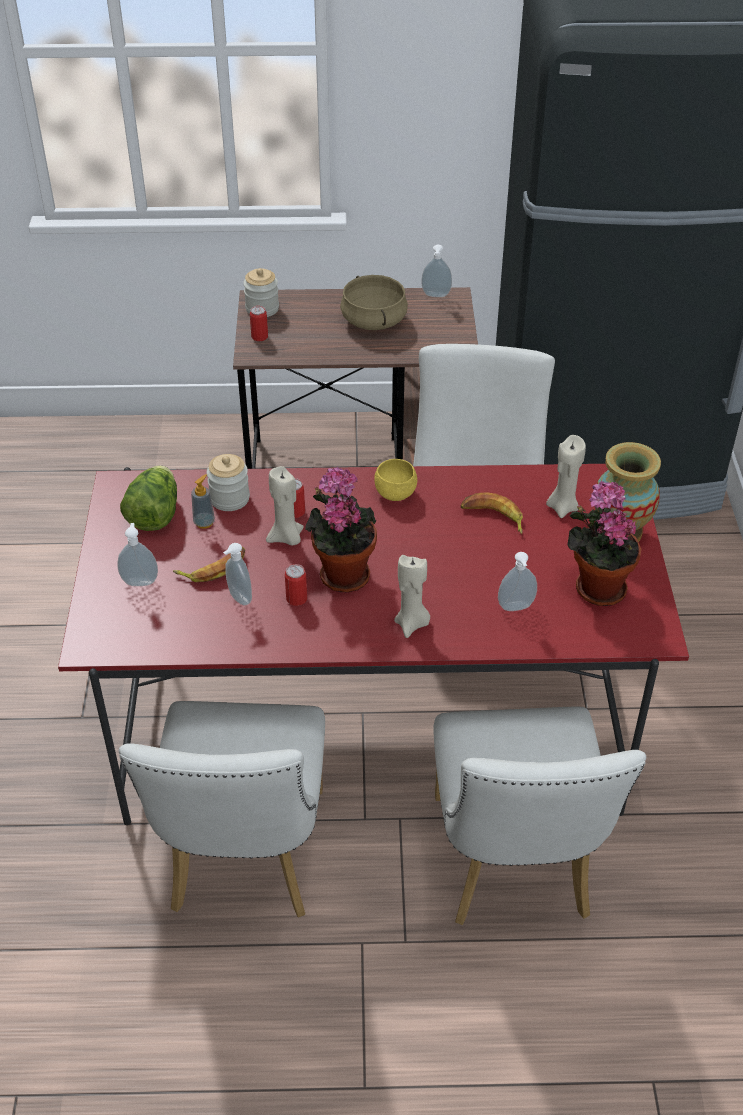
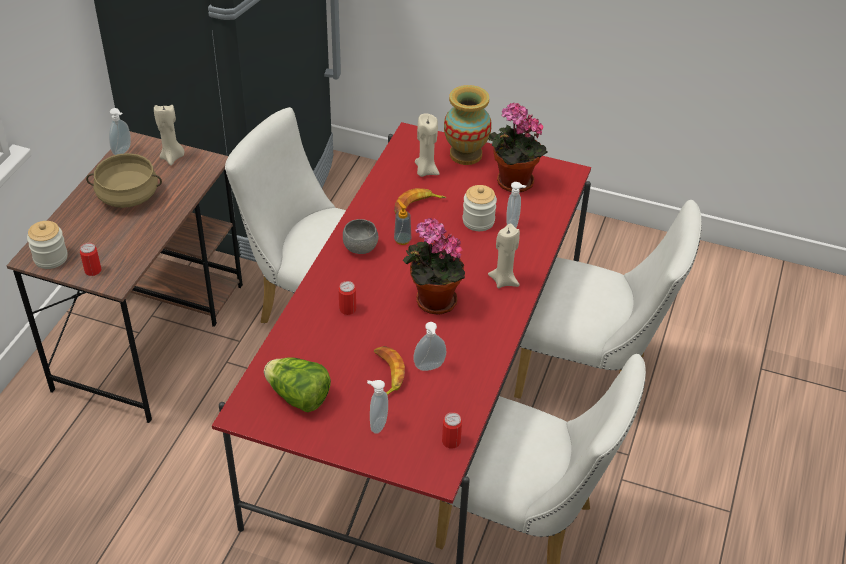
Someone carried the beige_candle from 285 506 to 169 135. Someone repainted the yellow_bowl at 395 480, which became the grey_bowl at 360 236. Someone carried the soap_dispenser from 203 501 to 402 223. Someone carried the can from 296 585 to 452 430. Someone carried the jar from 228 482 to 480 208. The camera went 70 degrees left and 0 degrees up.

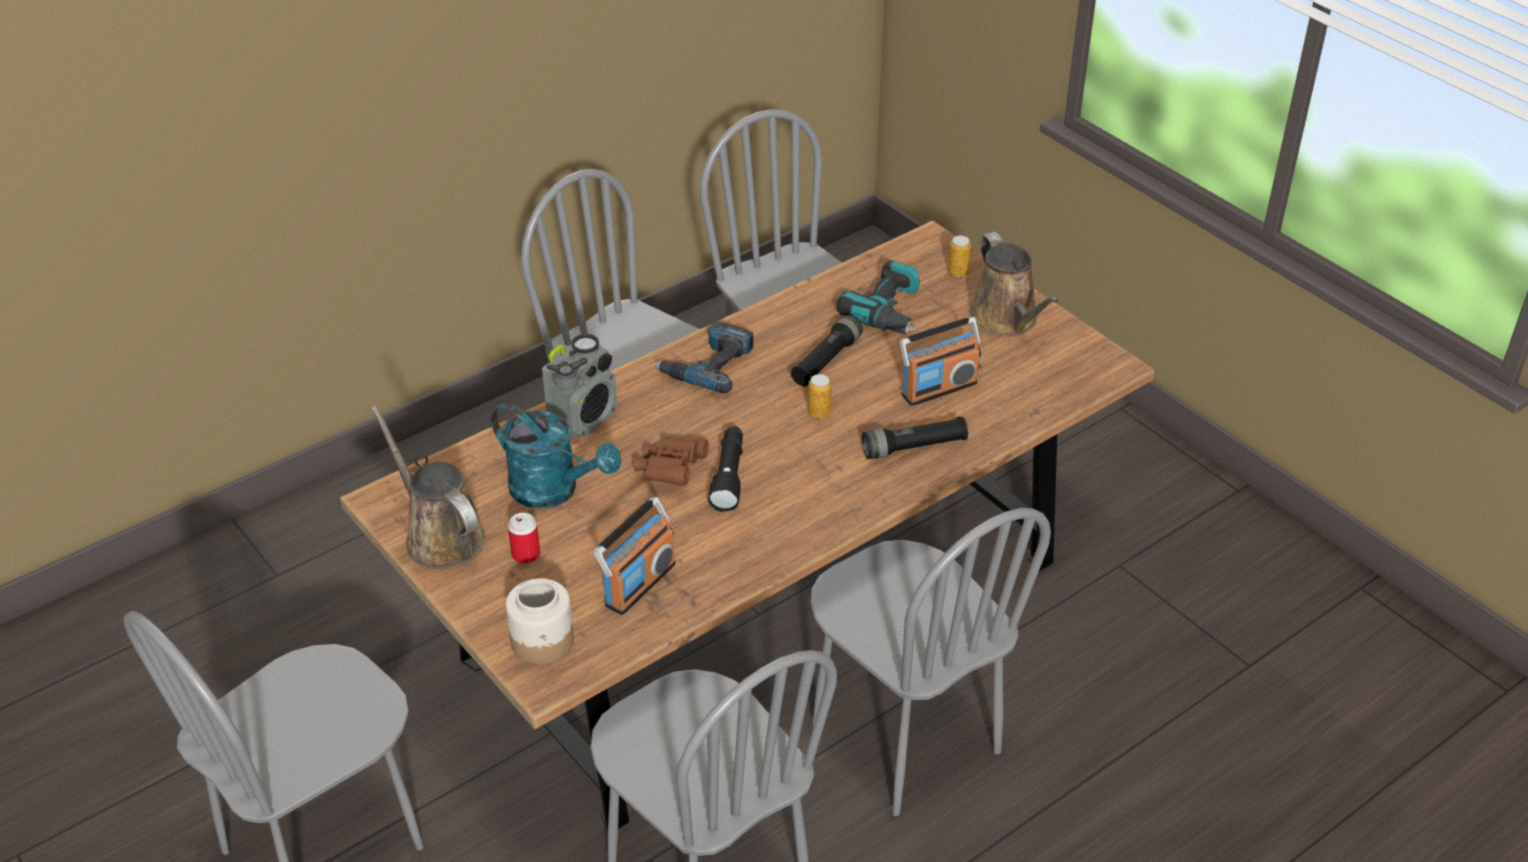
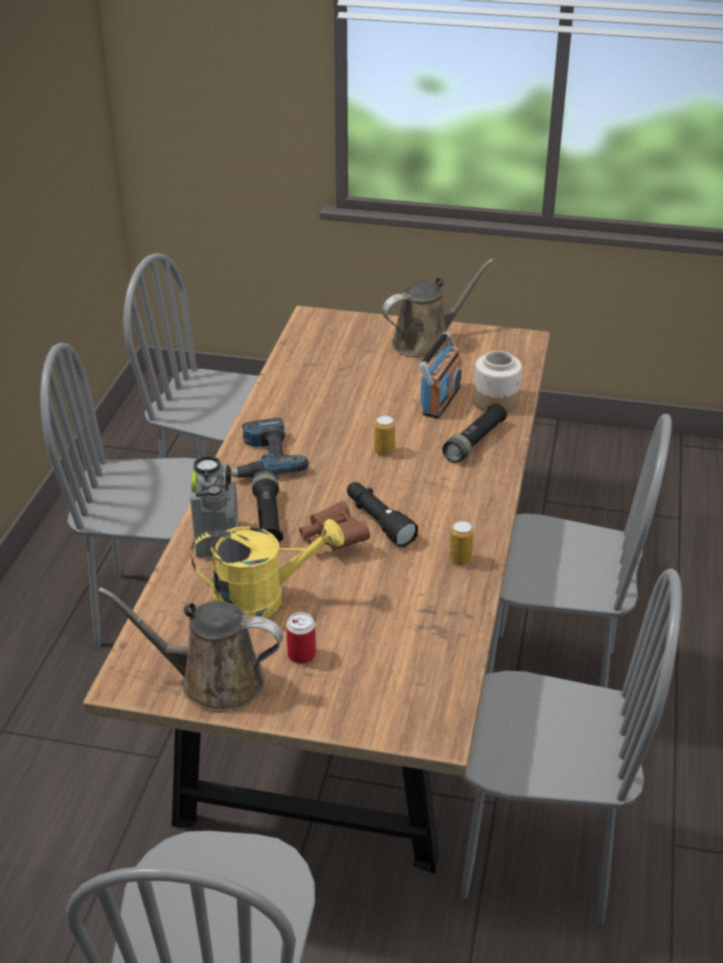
Someone repainted the turquoise_watering_can at 556 455, which became the yellow_watering_can at 267 568. Someone carried the black_flashlight from 827 350 to 267 506. Someone rotated the brown_watering_can at 1014 284 by 60 degrees counterclockwise. Someone carried the can from 959 256 to 461 543. Someone carried the jar from 540 621 to 497 381. Someone took away the radio at 635 556. Someone took away the power_drill at 878 297. The camera went 40 degrees left and 5 degrees down.

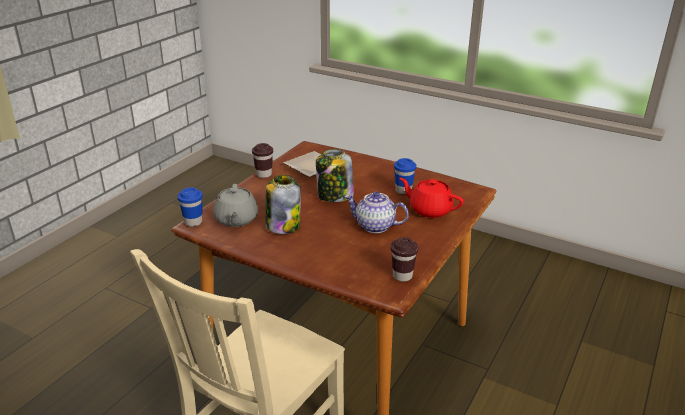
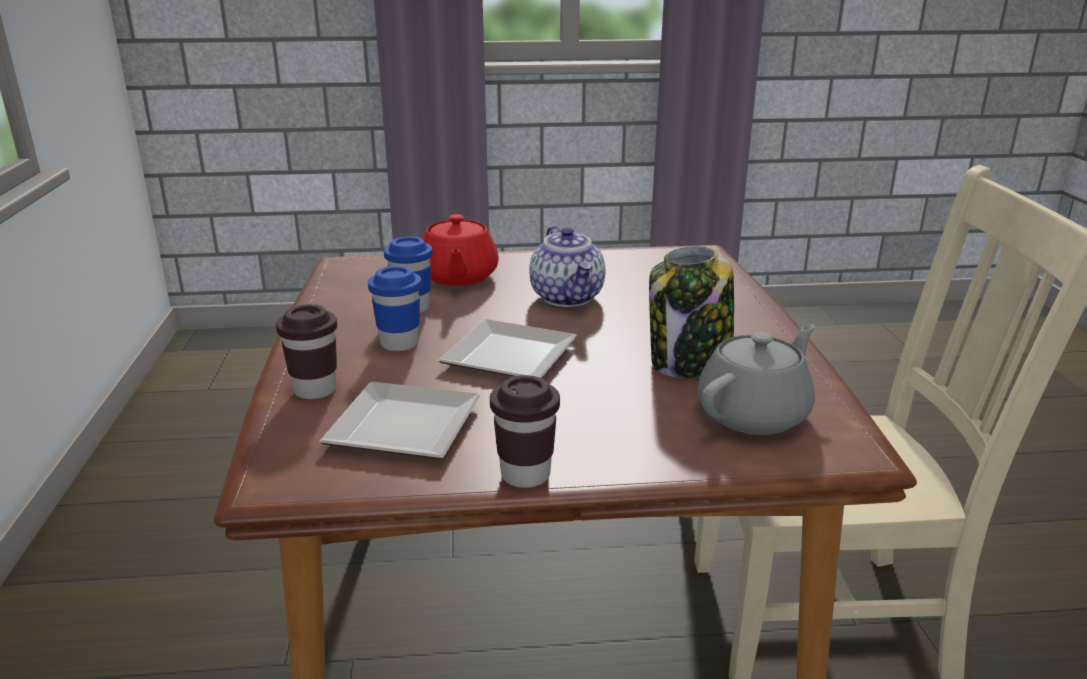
Someone carried the brown_cup from 404 259 to 306 351. Someone carried the blue_cup from 190 207 to 395 308. Someone swapped the jar at 335 175 for the plate at 508 348. The camera went 125 degrees left and 5 degrees down.

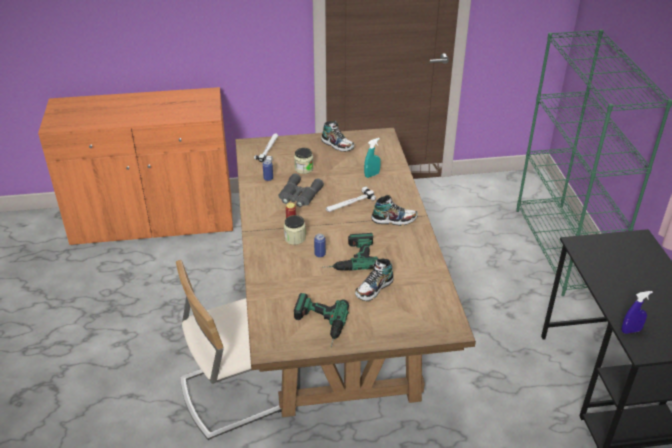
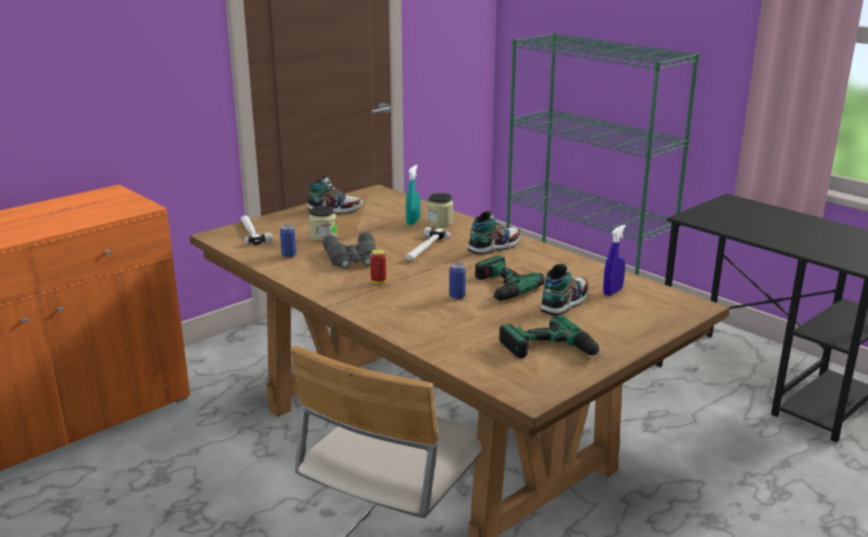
Someone carried the jar from 295 230 to 440 210. Someone rotated the shoe at 374 280 by 150 degrees counterclockwise. Someone carried the blue_spray_bottle from 637 312 to 614 260. The camera went 35 degrees left and 15 degrees down.

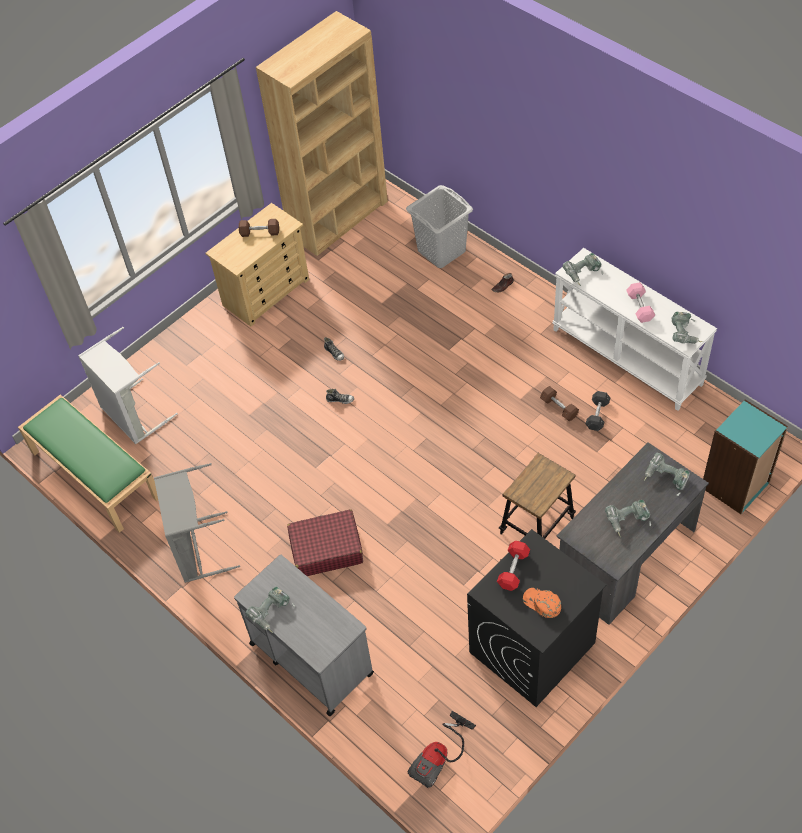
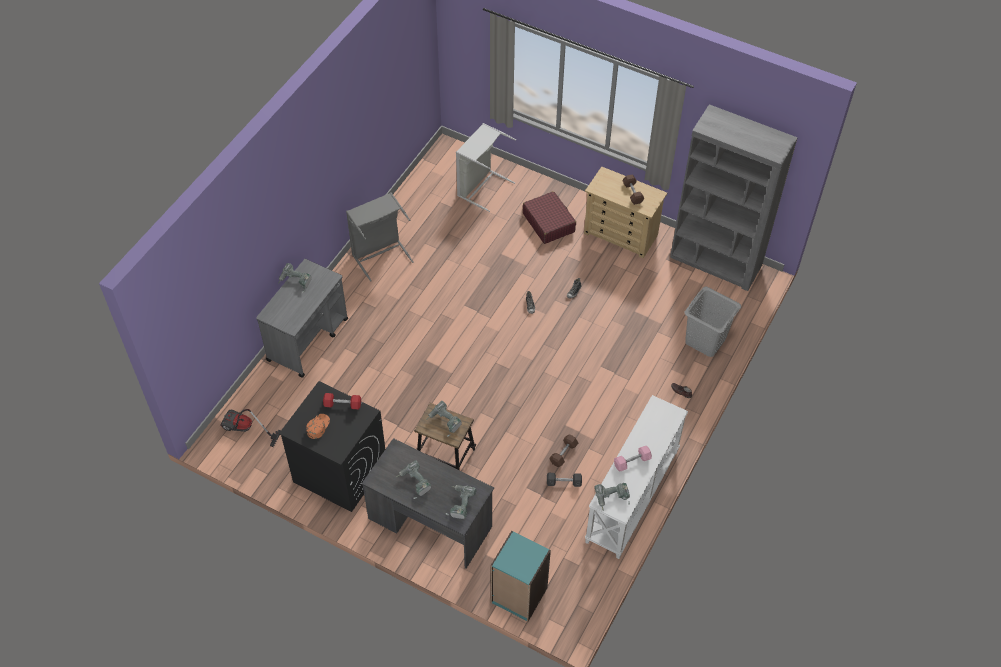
Someone carried the power_drill from 583 269 to 444 419. Someone carried the red_suitcase from 325 542 to 549 217. Someone repainted the brown_bookcase at 322 133, which became the grey_bookcase at 734 197. Someone took away the green_bench at 88 463. The camera went 70 degrees right and 0 degrees up.

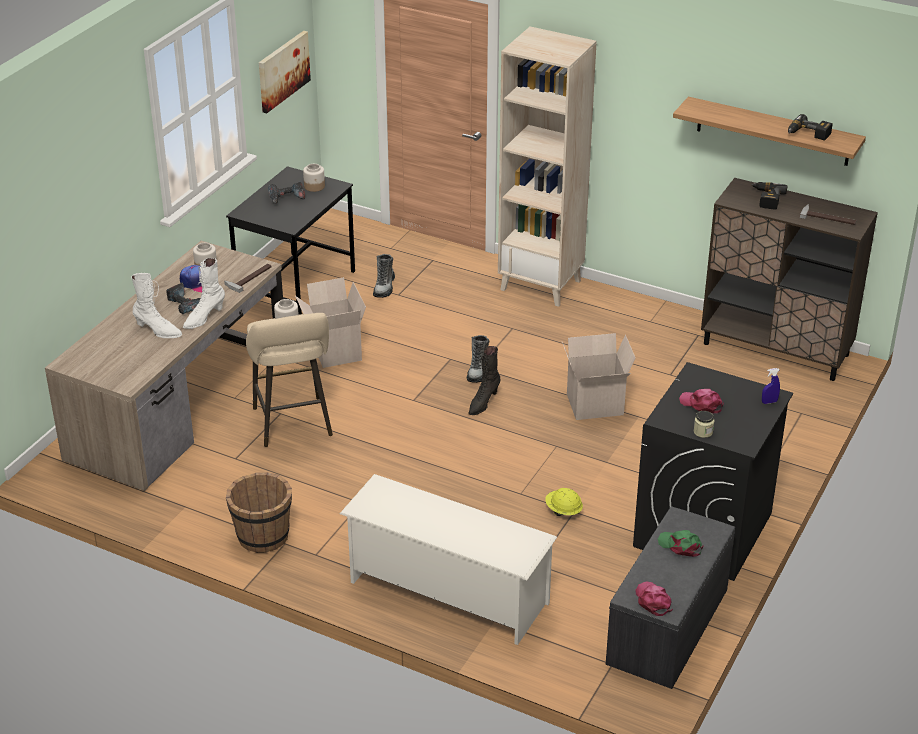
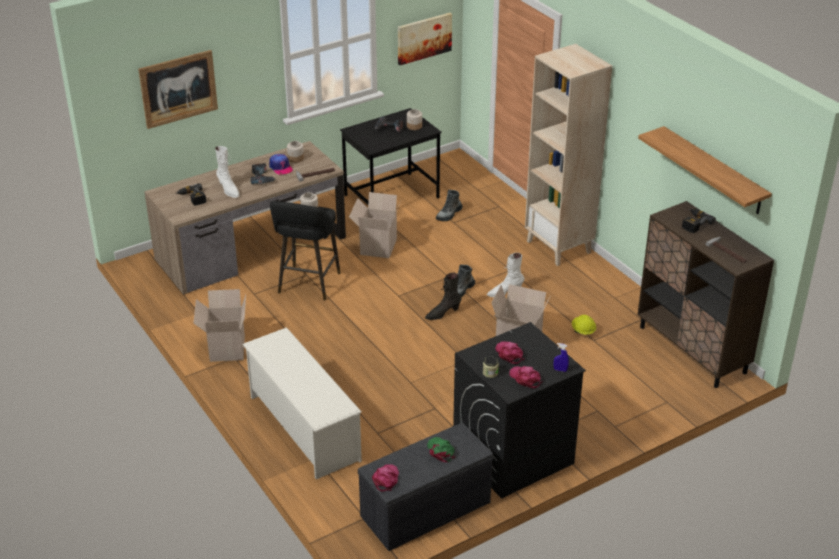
Someone put up the picture at 178 89. Someone carried the power_drill from 810 127 to 190 194. Someone swapped the brown_bucket at 259 512 for the cardboard_box at 220 325. Someone repainted the beige_stool at 289 380, which became the black_stool at 305 251. Someone carried the white_boot from 204 293 to 505 275. Someone put down the pink_cap at 526 377. Someone carried the yellow_hard_hat from 564 502 to 584 325. The camera went 30 degrees right and 0 degrees up.

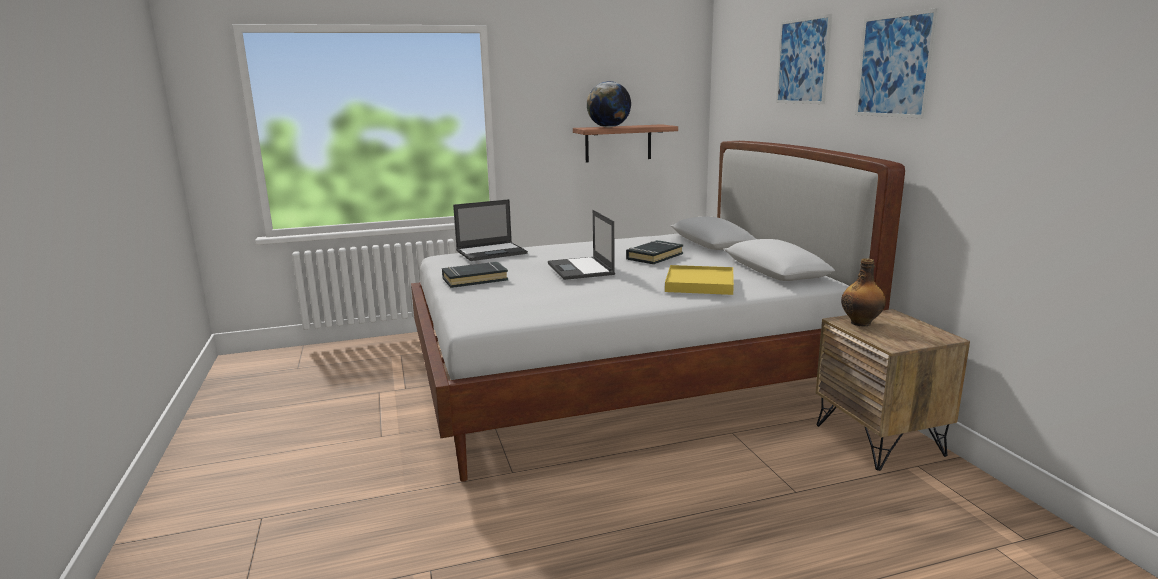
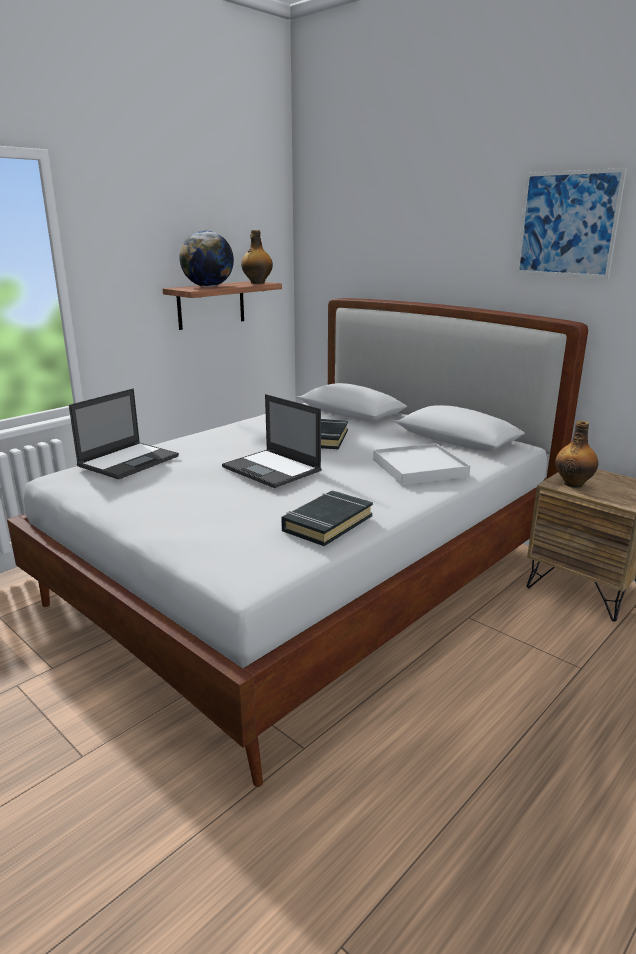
Someone put down the bottle at 257 257. Someone carried the black_book from 475 275 to 327 518. Someone repainted the yellow_tray at 699 280, which became the white_tray at 421 464. Someone took away the picture at 804 59. The camera went 30 degrees left and 5 degrees up.

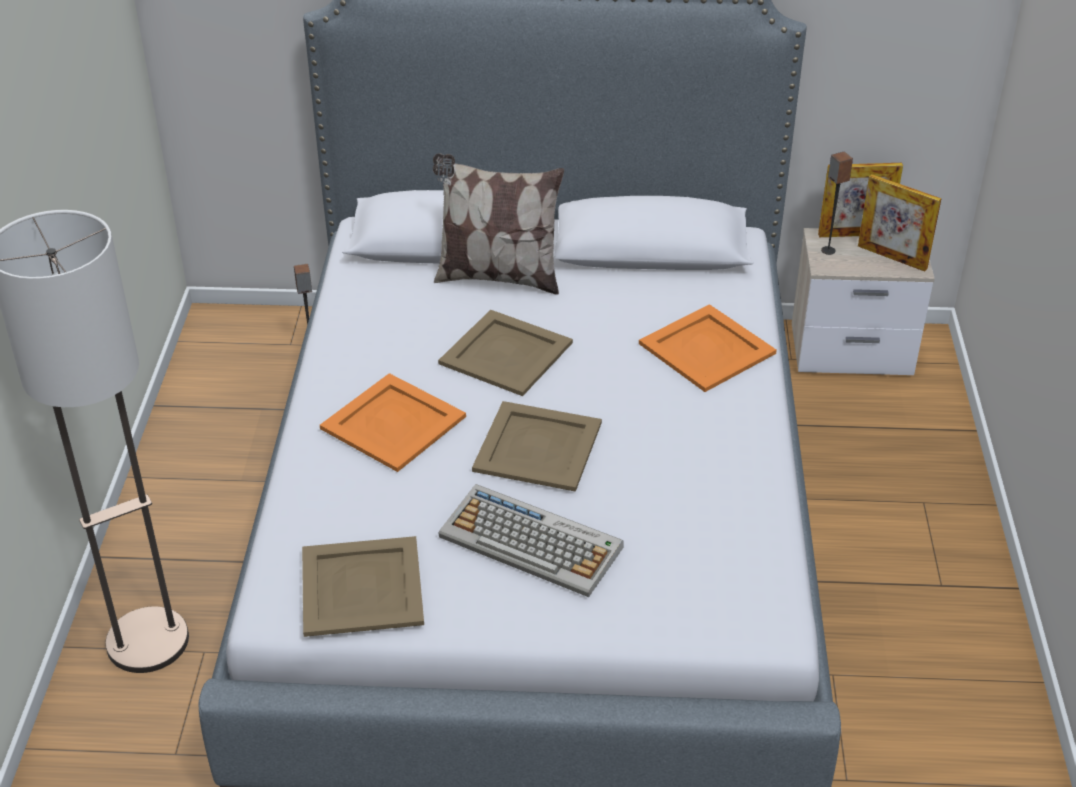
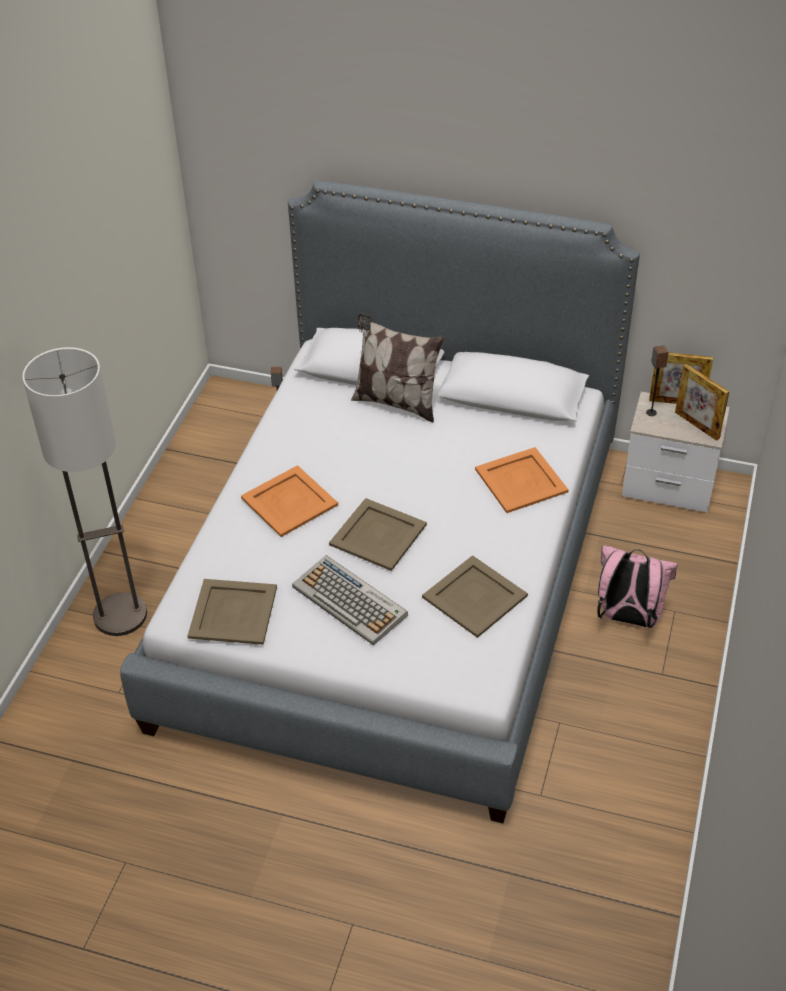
Someone carried the beige_tray from 505 353 to 475 596. Someone put down the pink_backpack at 637 586. The camera went 15 degrees right and 5 degrees up.

